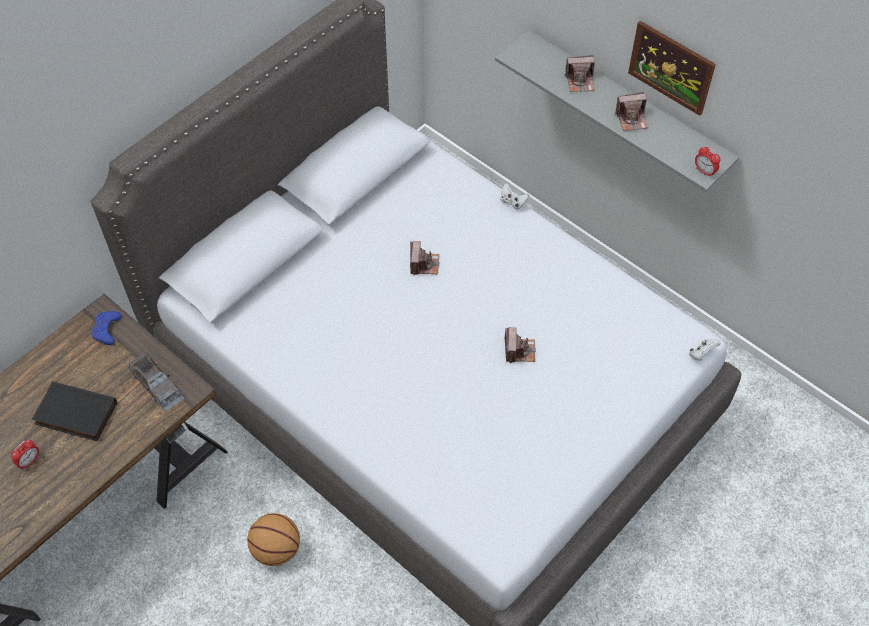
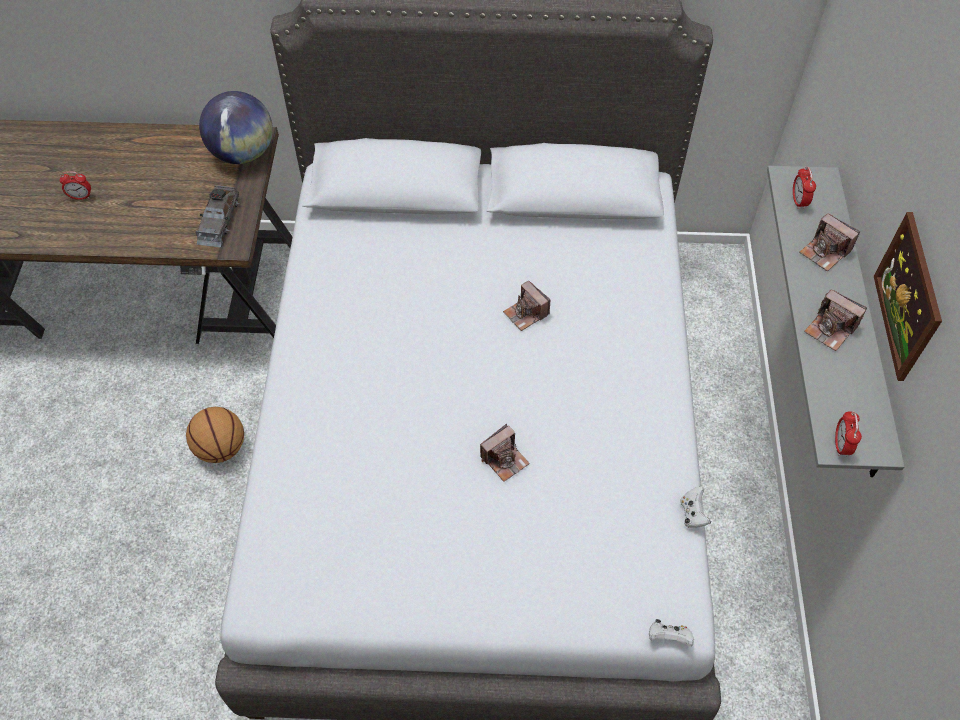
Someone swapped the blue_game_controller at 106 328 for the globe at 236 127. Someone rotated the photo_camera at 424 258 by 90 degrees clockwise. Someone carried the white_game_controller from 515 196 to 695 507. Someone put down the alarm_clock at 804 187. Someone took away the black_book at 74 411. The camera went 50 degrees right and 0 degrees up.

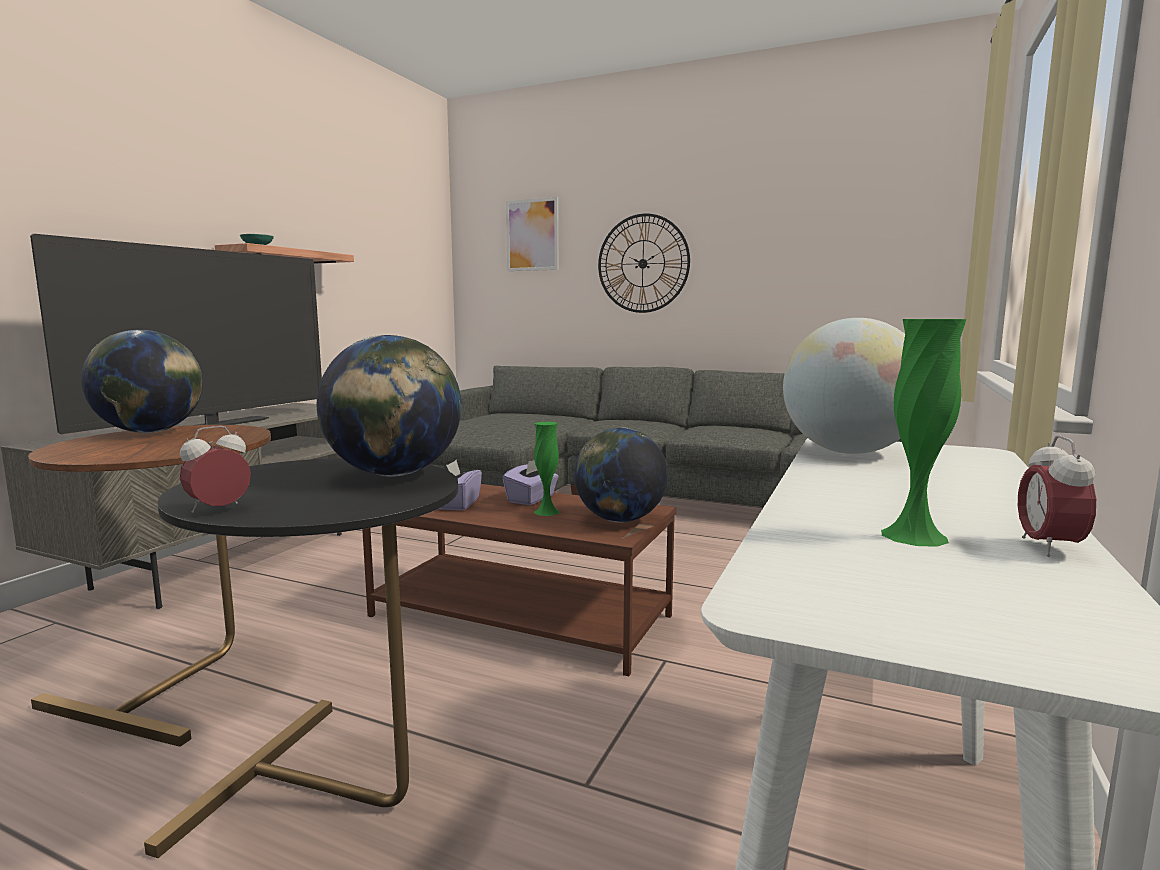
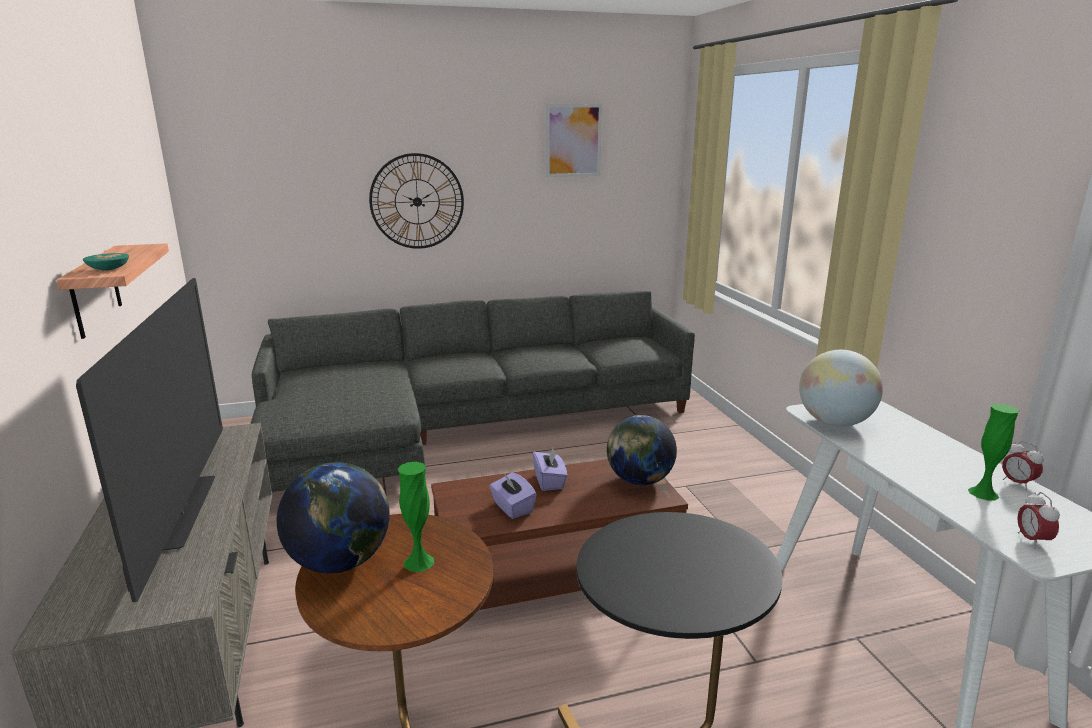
Someone carried the green_vase from 547 469 to 416 517. Someone carried the picture from 532 234 to 574 140. Someone carried the alarm_clock from 215 469 to 1038 520. Someone took away the globe at 389 406. The camera went 40 degrees left and 10 degrees up.

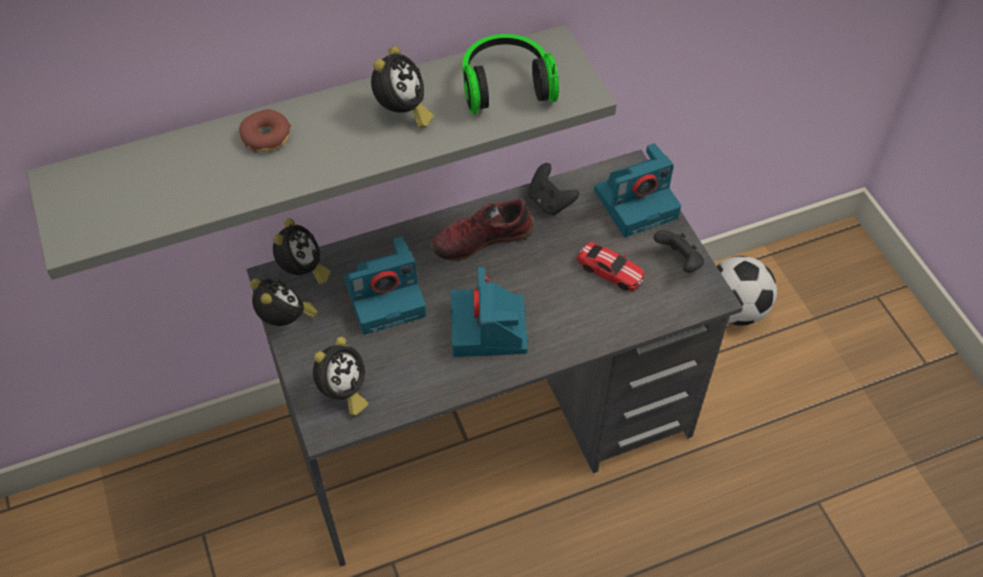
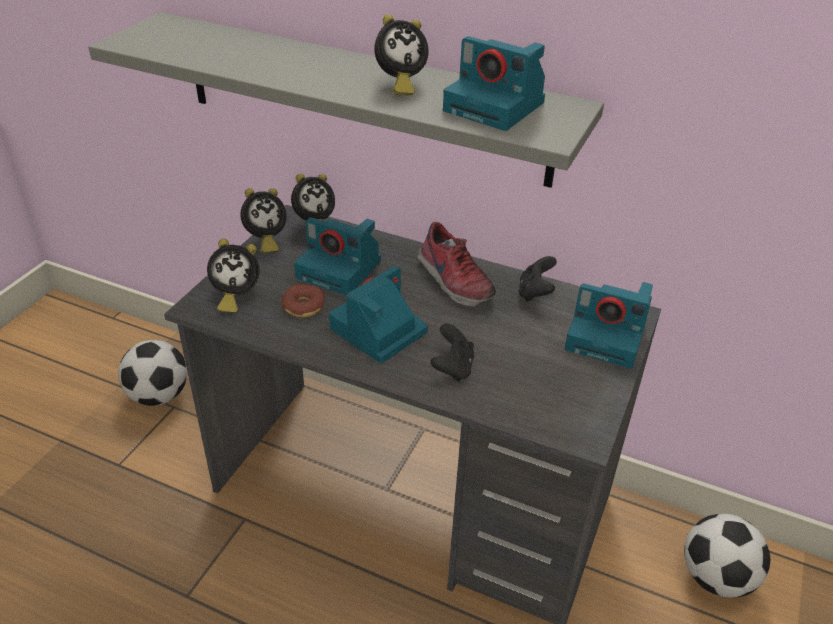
Someone put down the football at 153 373. Someone rotated the alarm_clock at 284 302 by 45 degrees clockwise. Someone carried the donut from 265 131 to 303 300. Someone rotated the shoe at 482 230 by 150 degrees counterclockwise. Someone carried the black_game_controller from 679 251 to 452 353. Someone swapped the headphones at 511 74 for the photo_camera at 494 83. Someone took away the toy_car at 611 266. The camera went 45 degrees right and 15 degrees down.

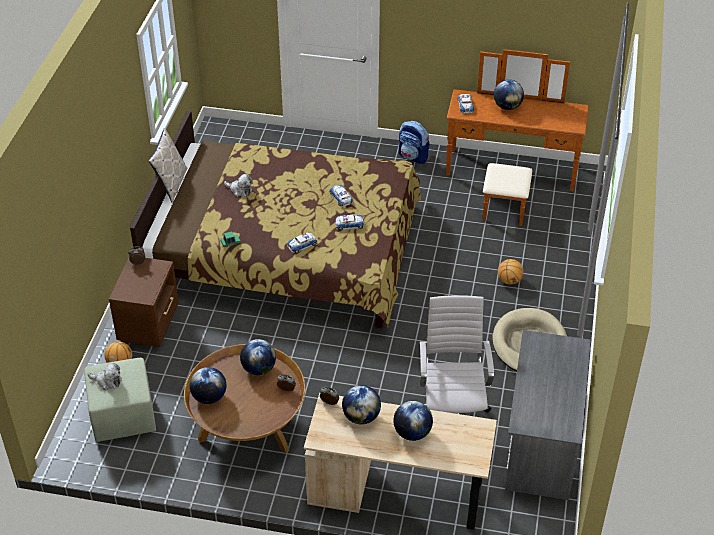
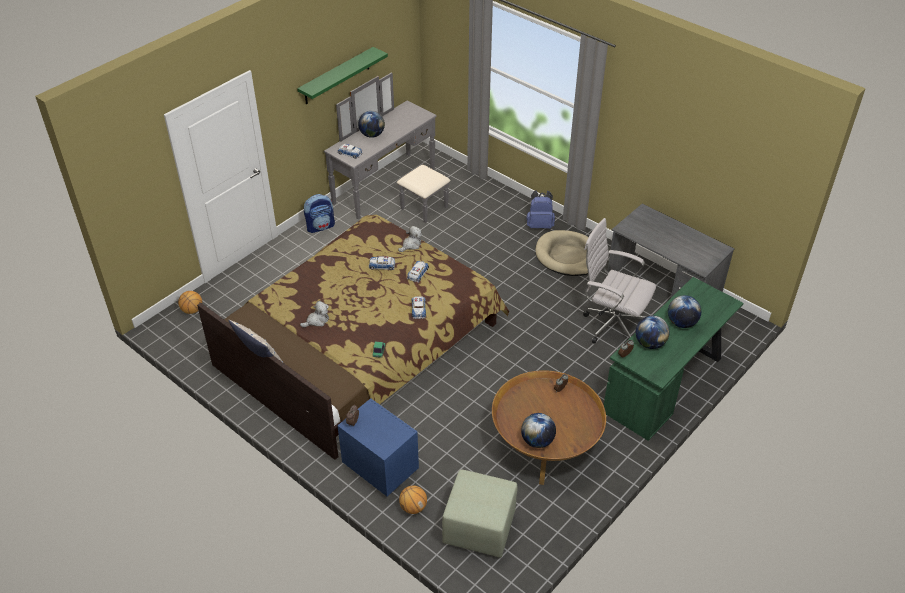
Someone carried the basketball from 511 272 to 190 302. Someone put up the green_shelf at 342 76. Someone repainted the brown_dresser at 517 137, which became the grey_dresser at 387 147. Someone repainted the brown_nightstand at 144 302, which became the blue_nightstand at 378 447. Someone carried the plush_toy from 105 376 to 410 239. Someone put down the blue_backpack at 540 209. Someone repainted the beige_desk at 400 461, which became the green_desk at 673 359. Someone took away the globe at 258 357. The camera went 60 degrees left and 0 degrees up.

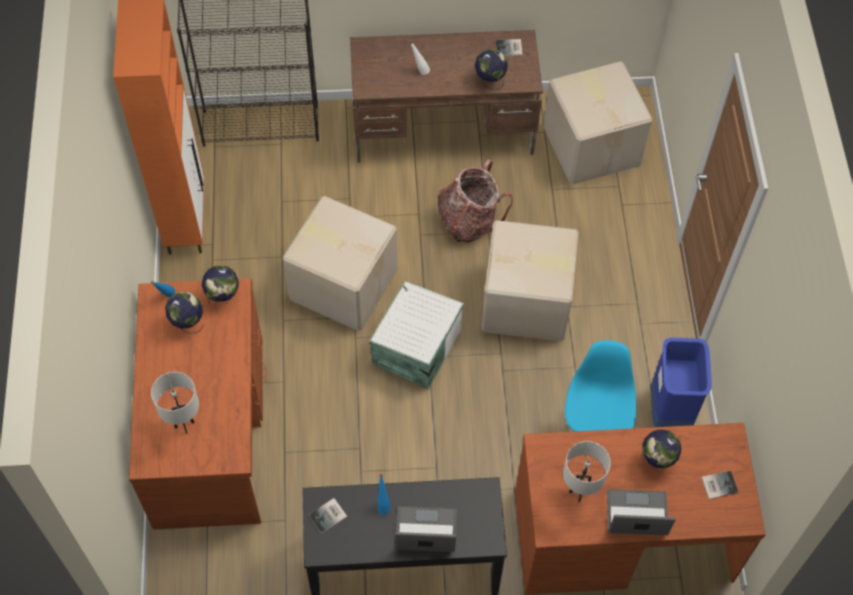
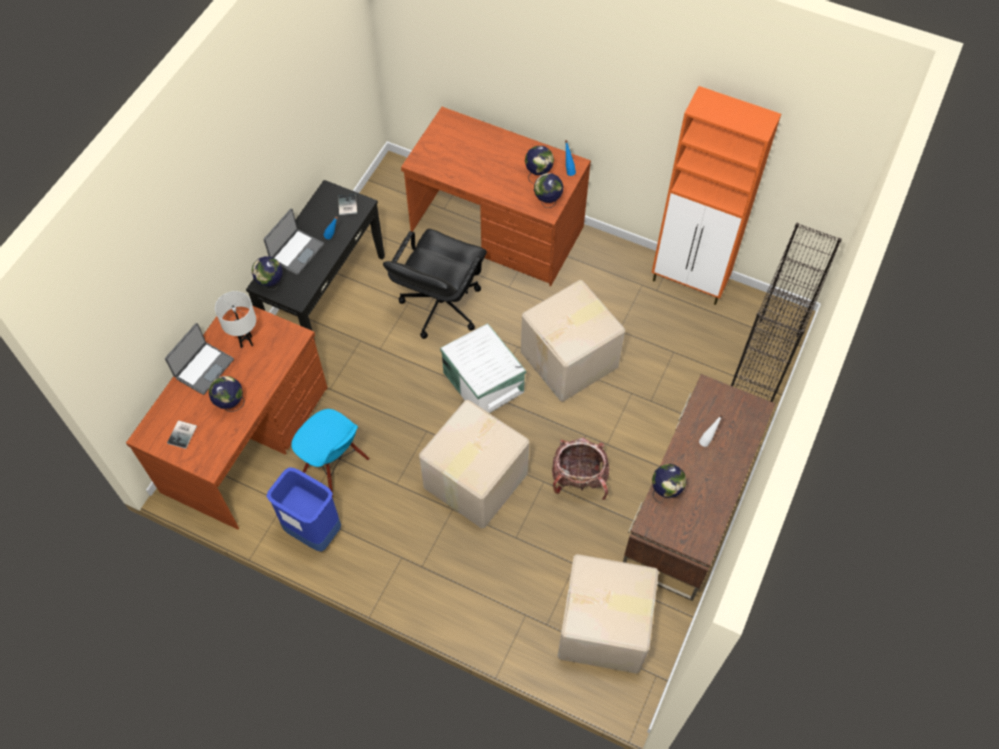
Someone put down the globe at 267 273. Someone put down the black_office_chair at 435 284. Someone took away the white_table_lamp at 175 403. Someone took away the book at 509 47. The camera went 120 degrees right and 0 degrees up.

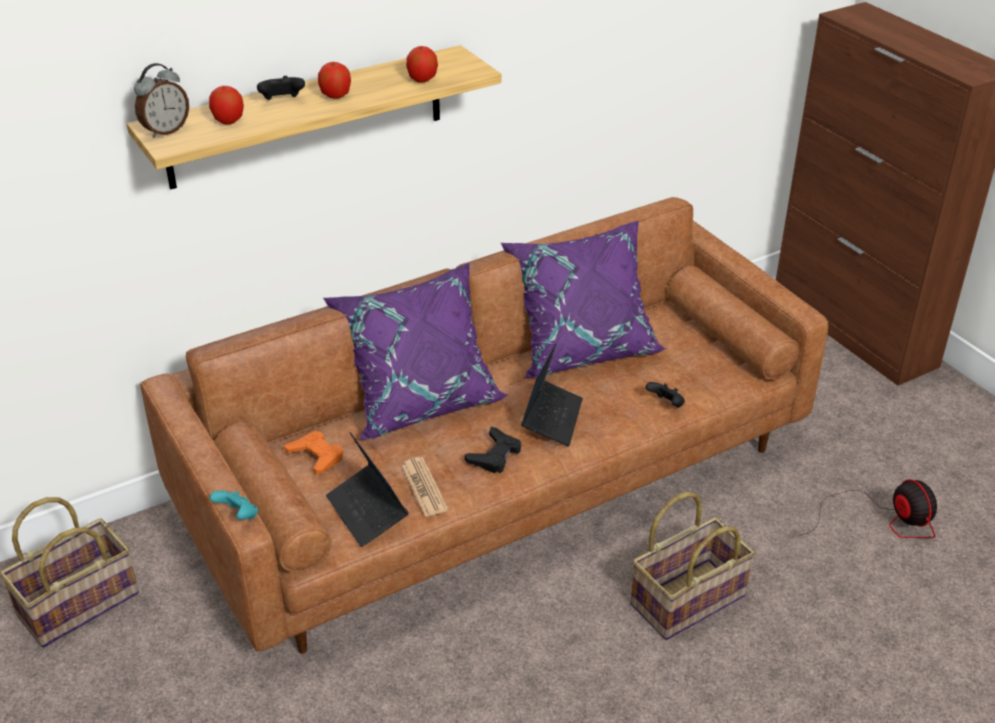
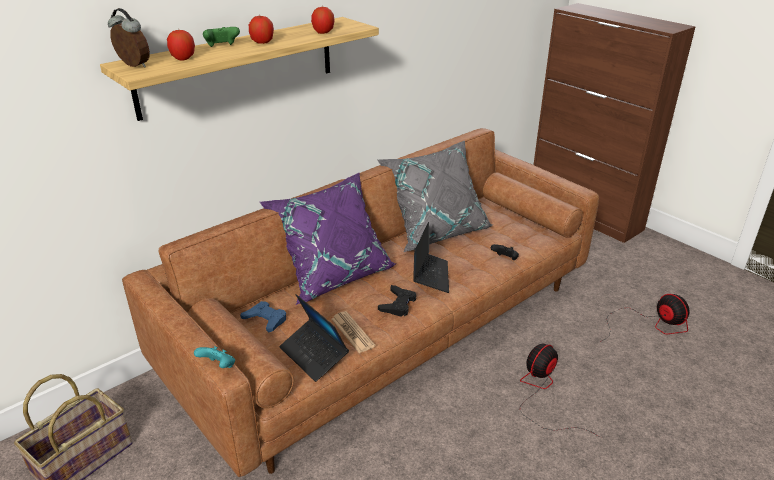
Someone rotated the alarm_clock at 161 100 by 90 degrees counterclockwise. Someone repainted the black_game_controller at 281 88, which became the green_game_controller at 221 37. Someone repainted the orange_game_controller at 313 453, which became the blue_game_controller at 263 316. Someone repainted the purple_pillow at 584 299, which became the grey_pillow at 435 196. Someone swapped the basket at 692 566 for the fan at 560 391. The camera went 10 degrees left and 5 degrees down.

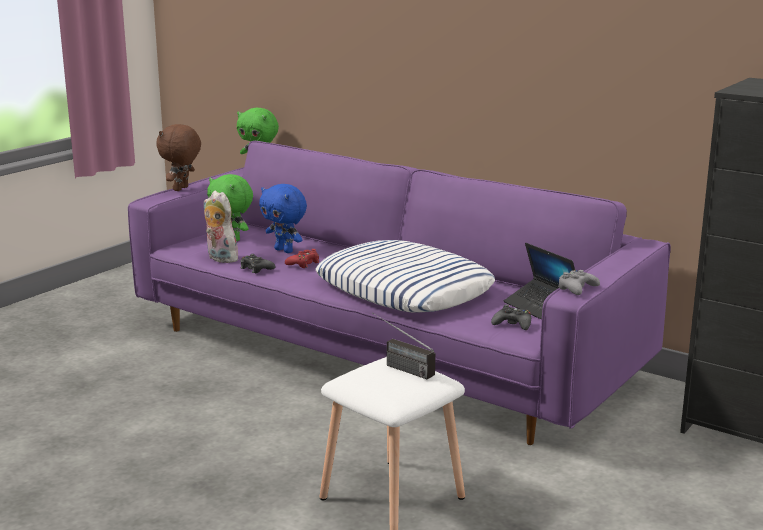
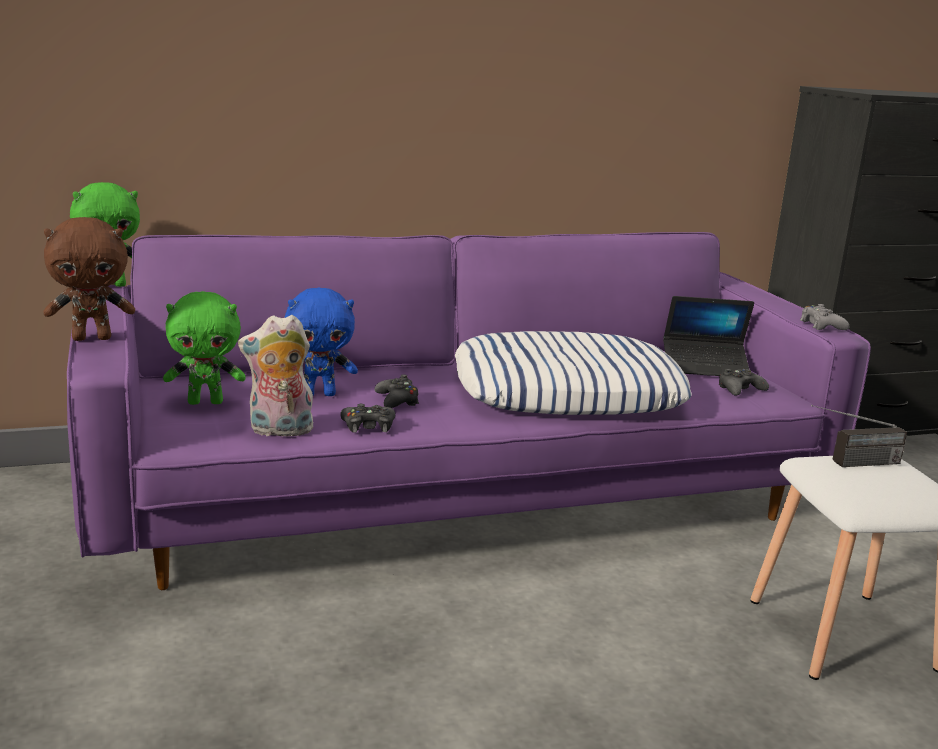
Someone rotated the brown_plush_toy at 178 157 by 75 degrees counterclockwise. Someone repainted the red_game_controller at 302 258, which became the black_game_controller at 396 391. The camera went 55 degrees left and 0 degrees up.

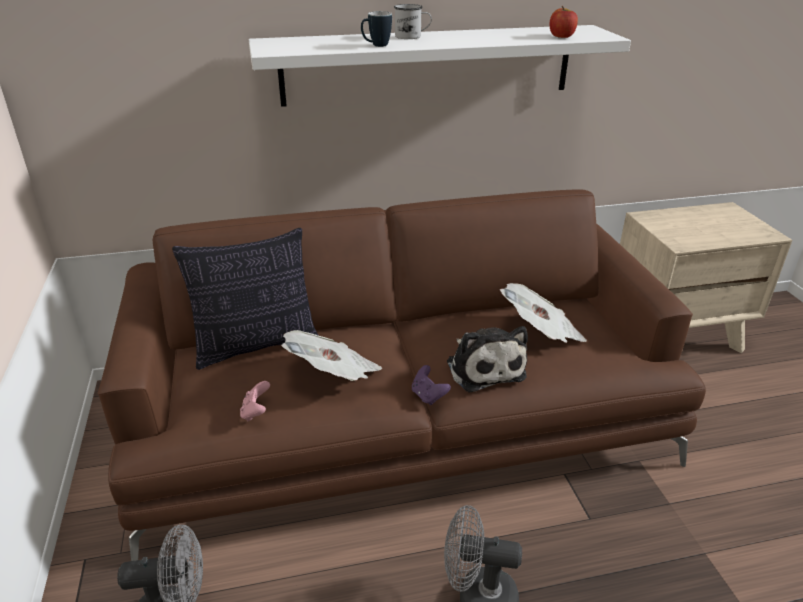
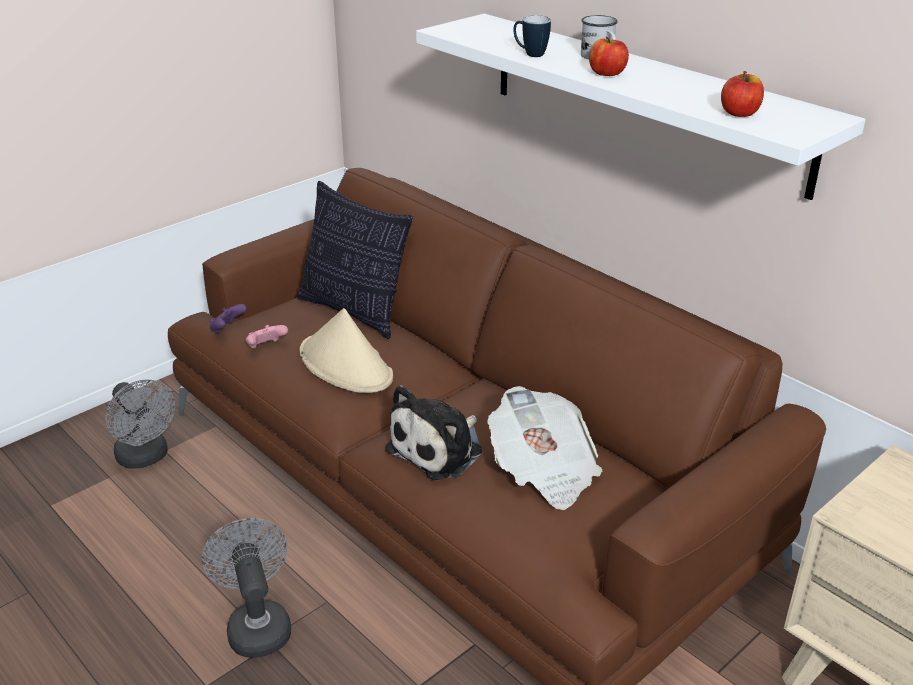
Someone carried the purple_game_controller from 431 385 to 228 319. Someone swapped the newspaper at 331 355 for the beige_hat at 346 350. Someone put down the apple at 609 56. The camera went 60 degrees right and 0 degrees up.

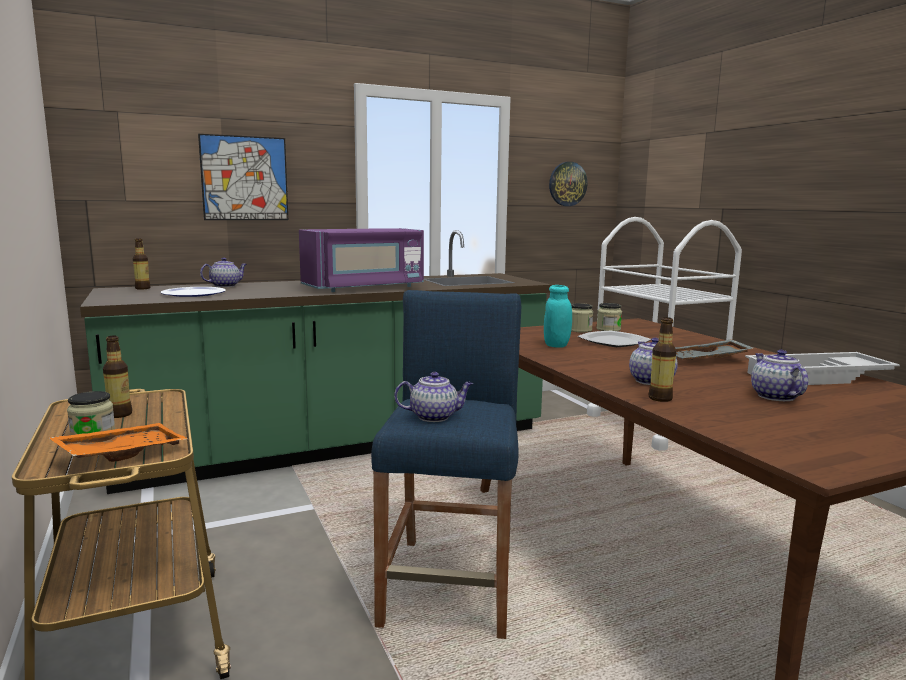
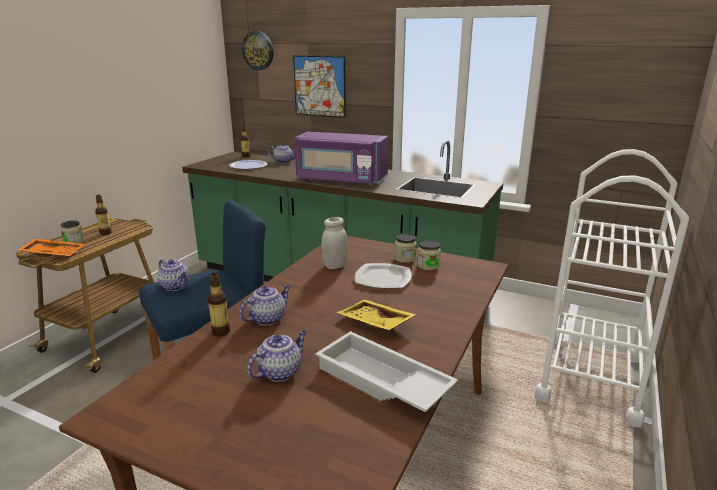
Someone carried the wall_clock from 568 184 to 257 50. Someone repainted the turquoise_jar at 558 316, which became the white_jar at 334 243. Someone repainted the grey_tray at 714 349, which became the yellow_tray at 377 315. The camera went 50 degrees right and 10 degrees up.

